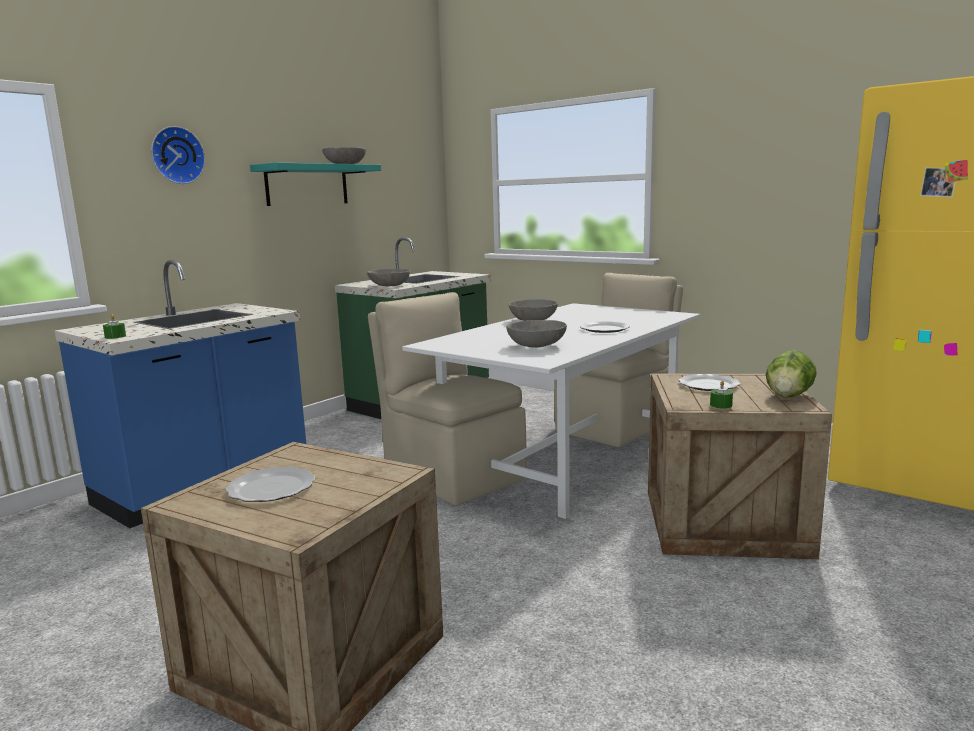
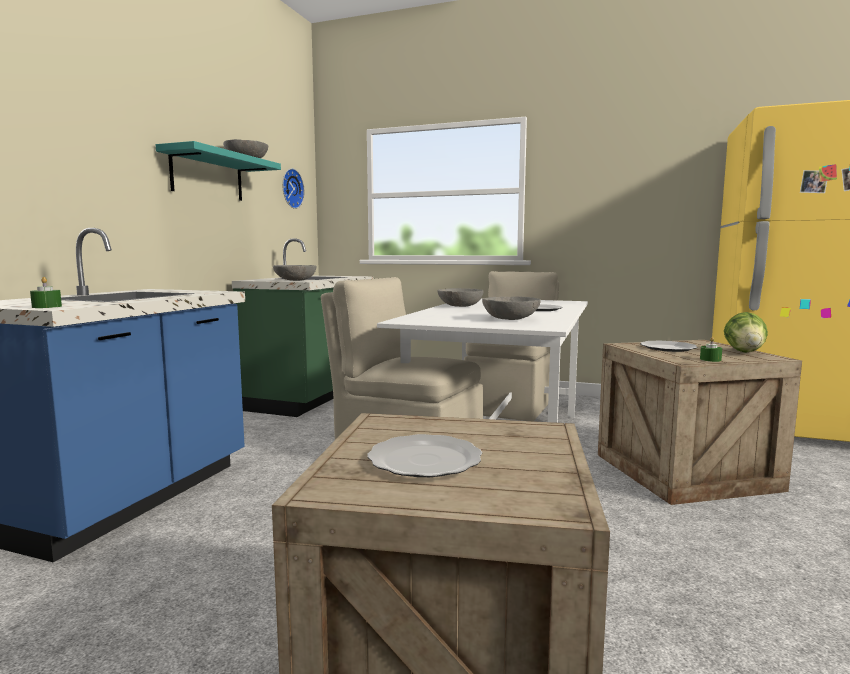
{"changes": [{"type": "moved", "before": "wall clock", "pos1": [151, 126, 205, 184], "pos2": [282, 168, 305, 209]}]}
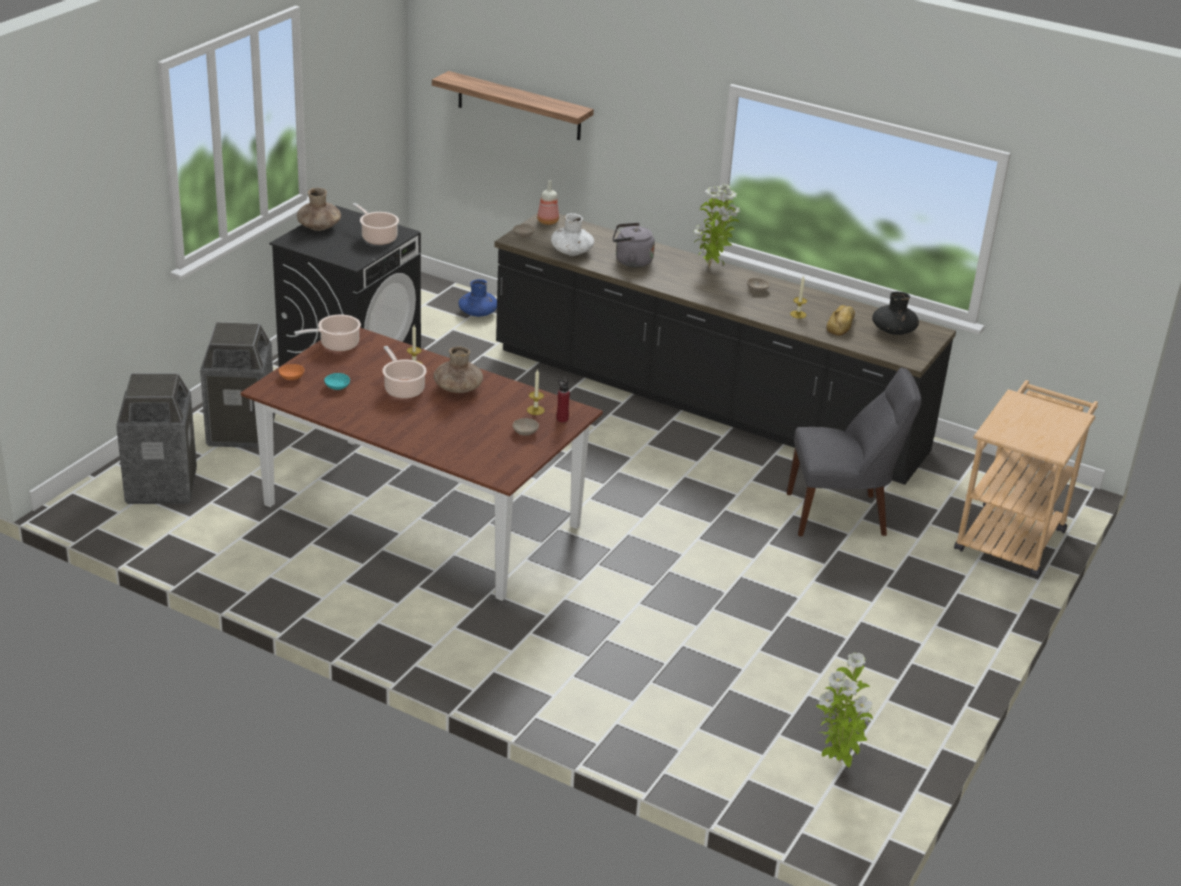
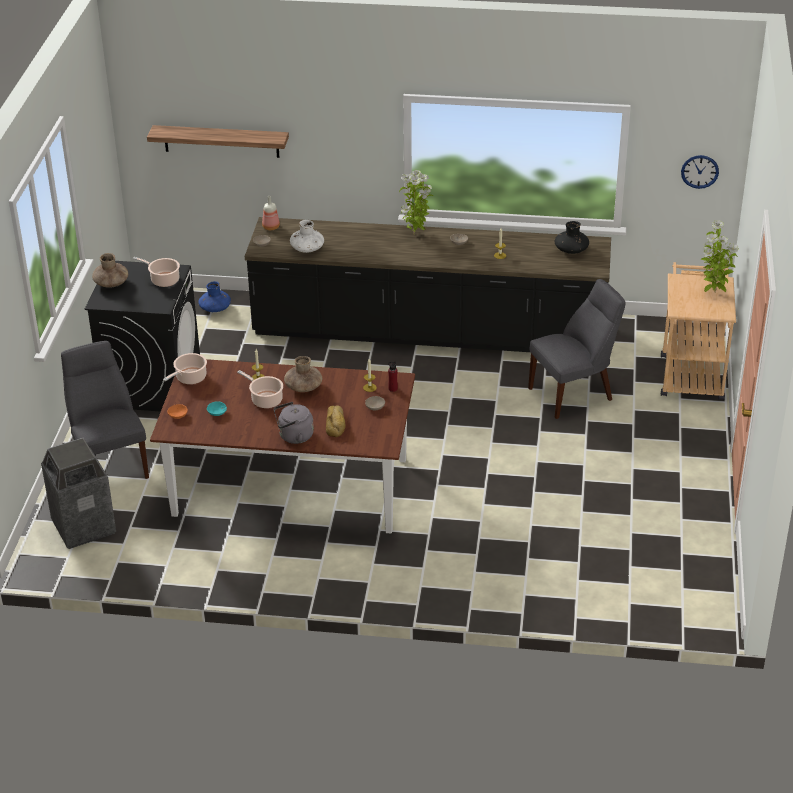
{"changes": [{"type": "moved", "before": "grey kettle", "pos1": [612, 223, 655, 267], "pos2": [274, 402, 314, 444]}, {"type": "moved", "before": "bread", "pos1": [826, 305, 855, 336], "pos2": [326, 405, 345, 437]}, {"type": "replaced", "before": "trash can", "after": "grey chair", "pos1": [200, 322, 275, 448], "pos2": [61, 341, 149, 479]}, {"type": "moved", "before": "potted plant", "pos1": [816, 653, 873, 767], "pos2": [701, 220, 739, 292]}, {"type": "added", "after": "wall clock", "pos2": [681, 155, 719, 189]}]}
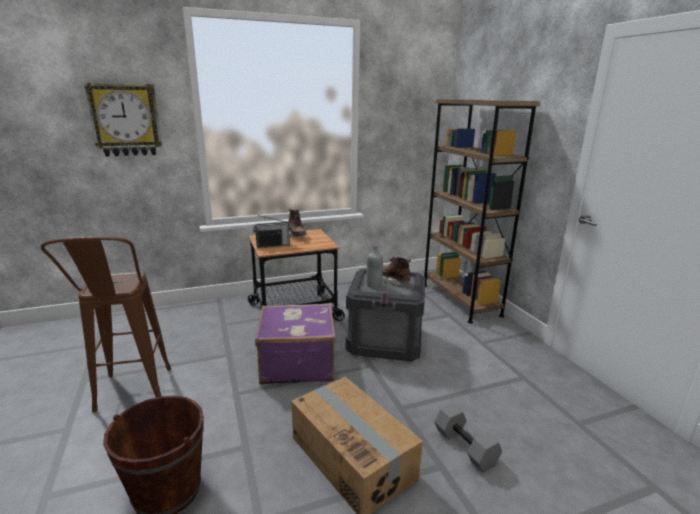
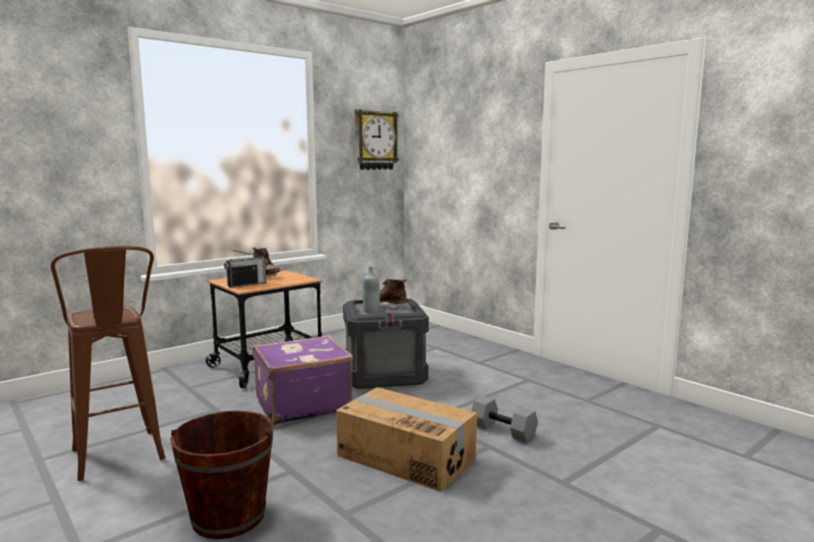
{"changes": [{"type": "moved", "before": "wall clock", "pos1": [84, 83, 162, 156], "pos2": [355, 109, 399, 170]}, {"type": "removed", "before": "brown bookcase", "pos1": [424, 99, 540, 324]}]}
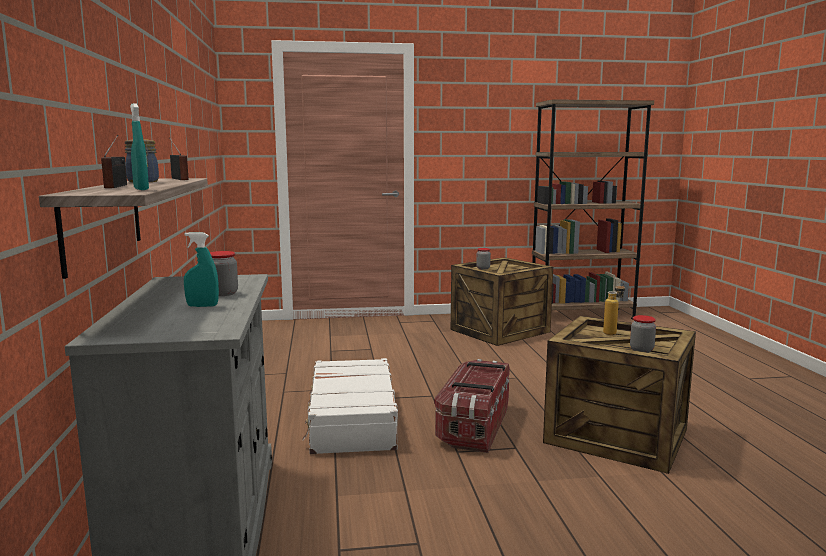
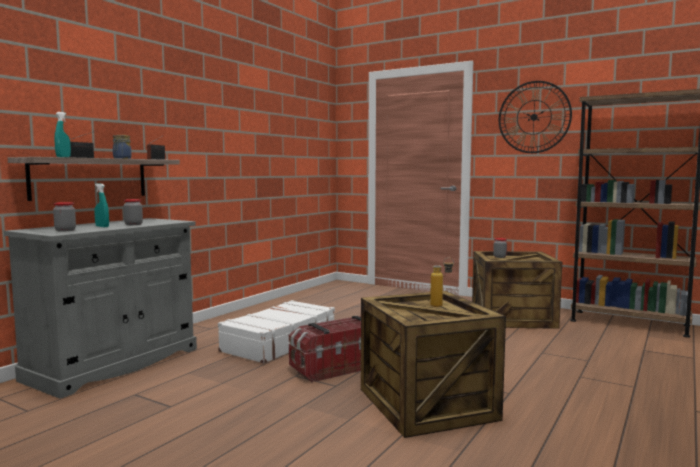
{"changes": [{"type": "moved", "before": "jar", "pos1": [630, 315, 656, 353], "pos2": [53, 202, 76, 232]}, {"type": "added", "after": "wall clock", "pos2": [499, 81, 572, 153]}]}
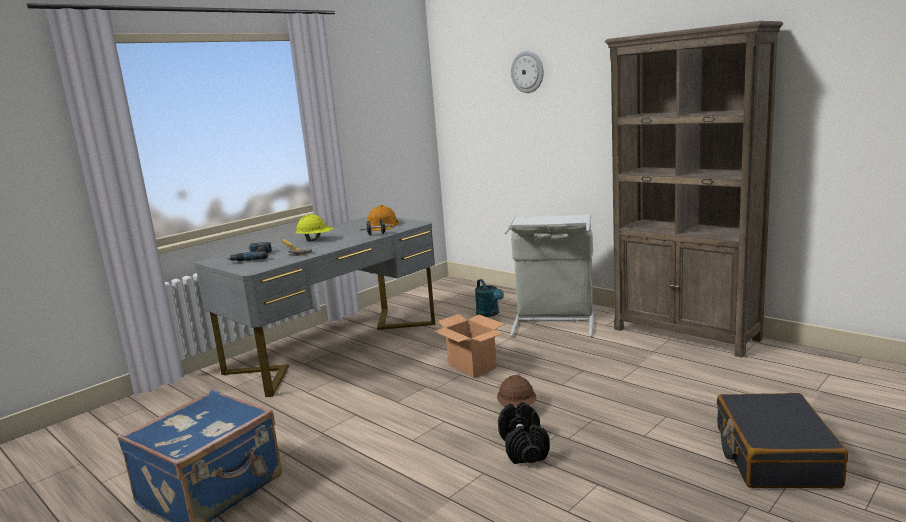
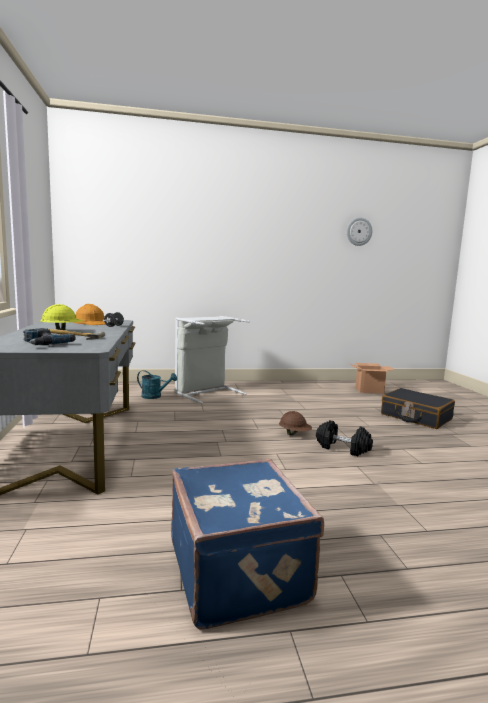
{"changes": [{"type": "removed", "before": "brown bookcase", "pos1": [605, 21, 783, 358]}, {"type": "moved", "before": "wall clock", "pos1": [511, 51, 544, 93], "pos2": [347, 217, 372, 246]}, {"type": "moved", "before": "cardboard box", "pos1": [434, 314, 505, 378], "pos2": [350, 363, 395, 394]}]}
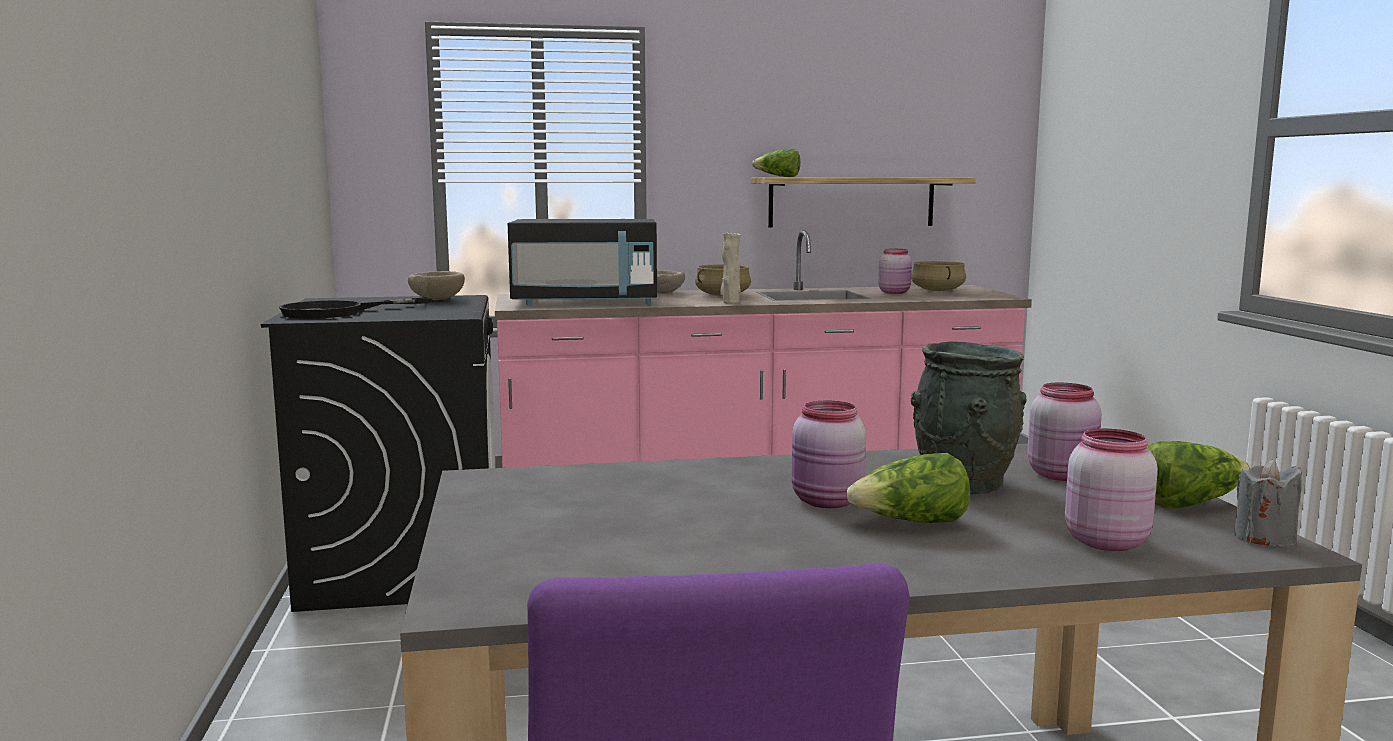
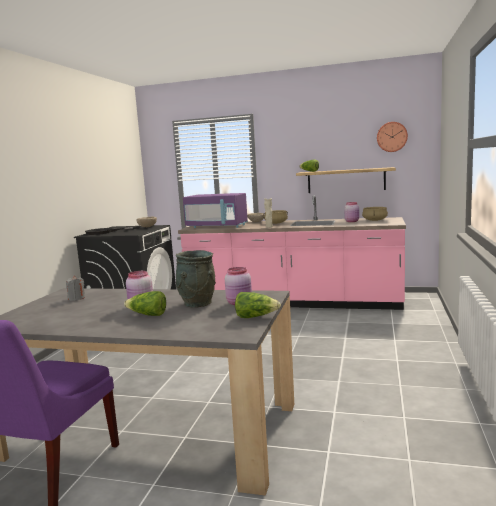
{"changes": [{"type": "recoloured", "before": "black microwave", "after": "purple microwave", "pos1": [508, 219, 657, 305], "pos2": [183, 193, 248, 228]}, {"type": "removed", "before": "pink jar", "pos1": [1065, 429, 1158, 551]}, {"type": "moved", "before": "grey candle", "pos1": [1234, 459, 1302, 546], "pos2": [66, 276, 85, 301]}, {"type": "added", "after": "wall clock", "pos2": [377, 122, 408, 152]}]}
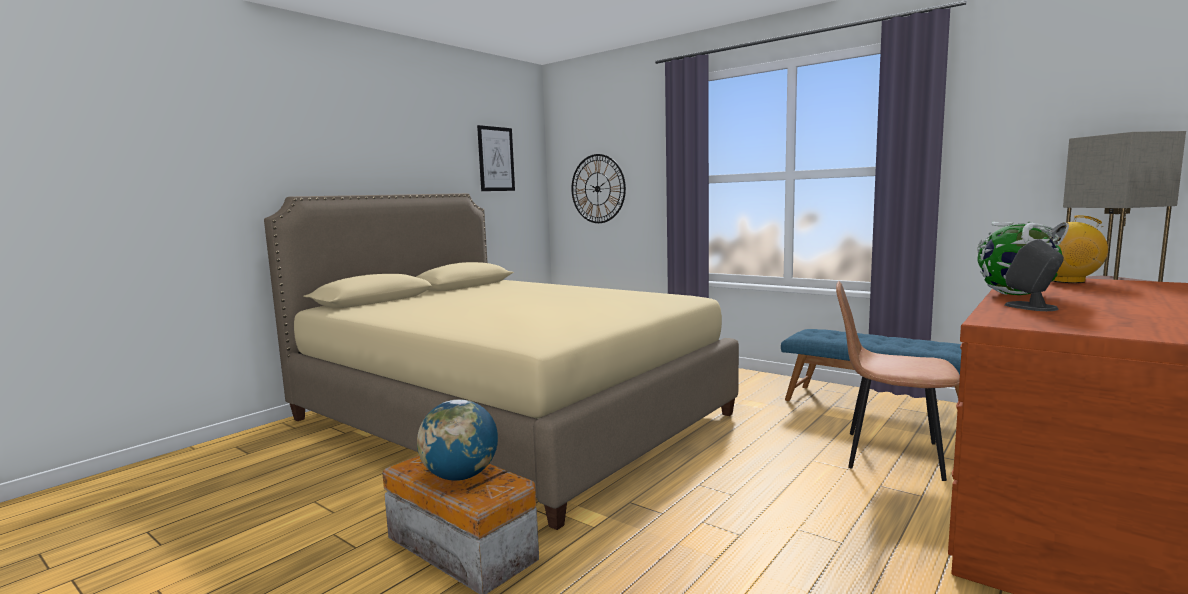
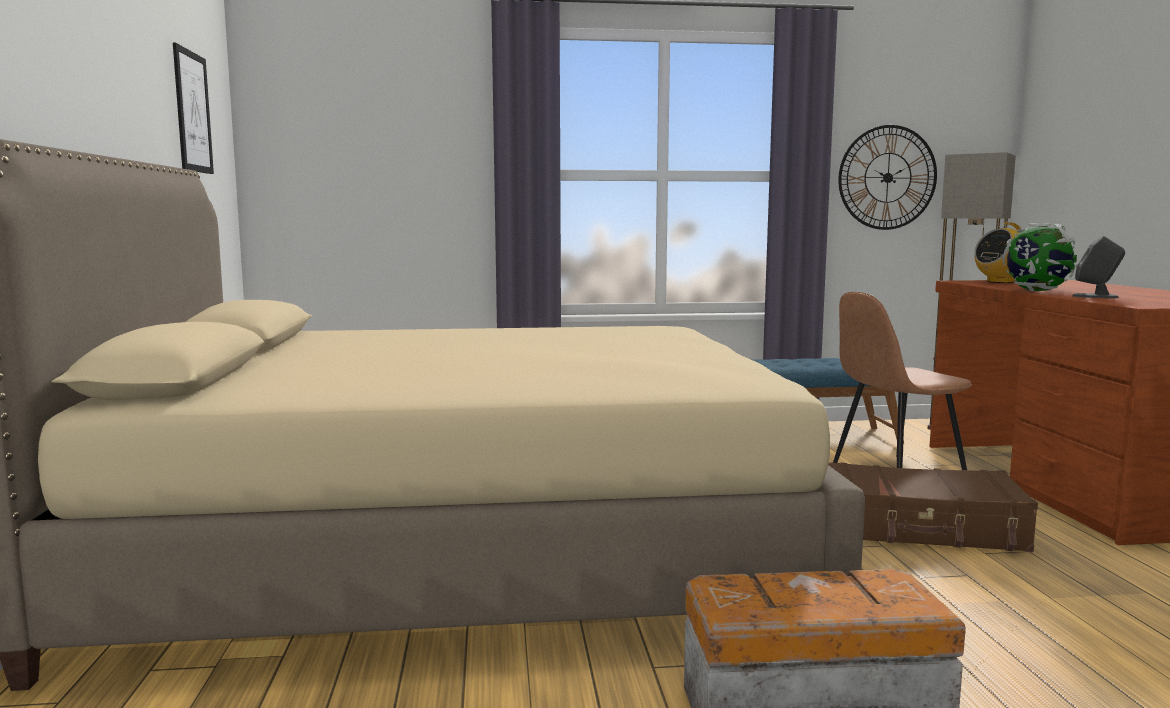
{"changes": [{"type": "moved", "before": "wall clock", "pos1": [571, 154, 626, 223], "pos2": [838, 125, 937, 230]}, {"type": "removed", "before": "globe", "pos1": [417, 399, 498, 481]}, {"type": "added", "after": "brown suitcase", "pos2": [828, 462, 1038, 552]}]}
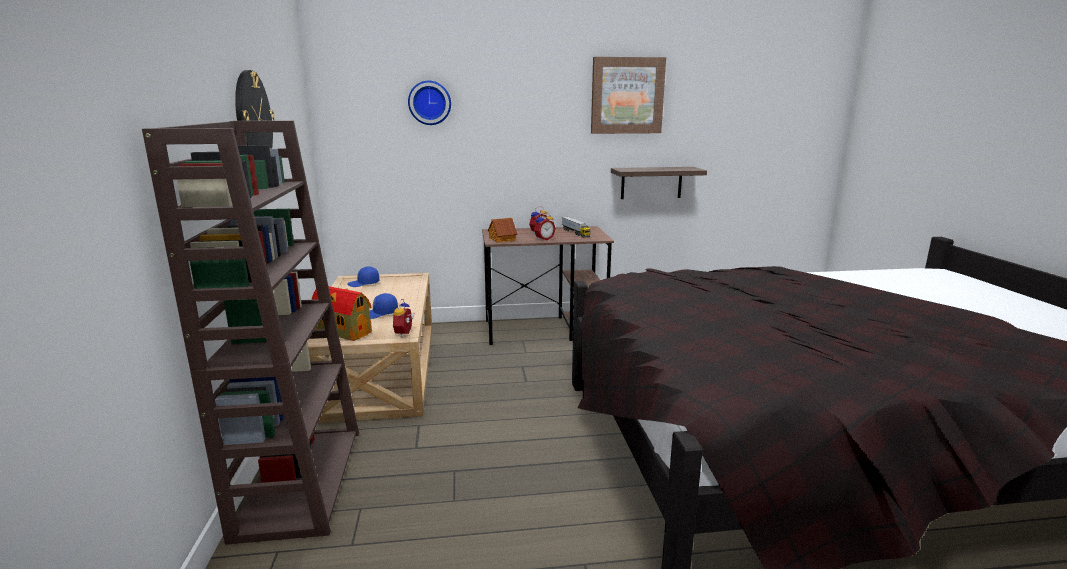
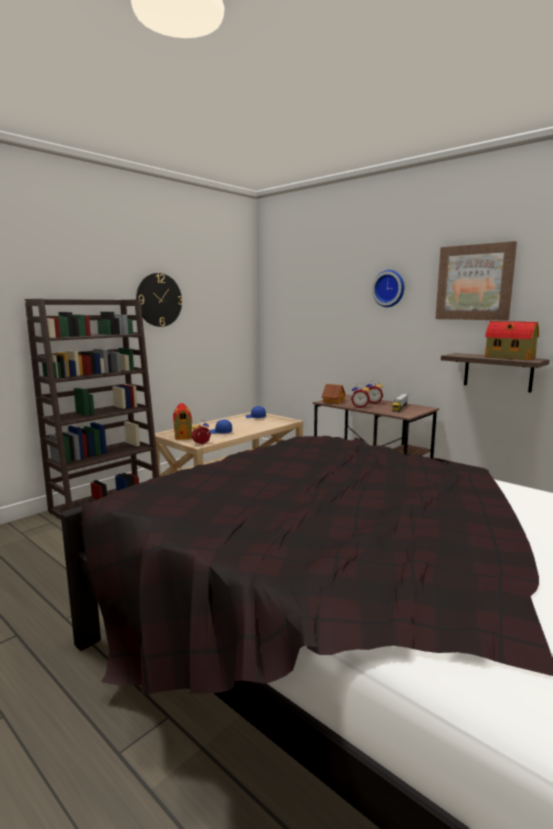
{"changes": [{"type": "moved", "before": "wall clock", "pos1": [408, 81, 451, 125], "pos2": [372, 270, 404, 307]}, {"type": "added", "after": "toy house", "pos2": [485, 321, 539, 360]}]}
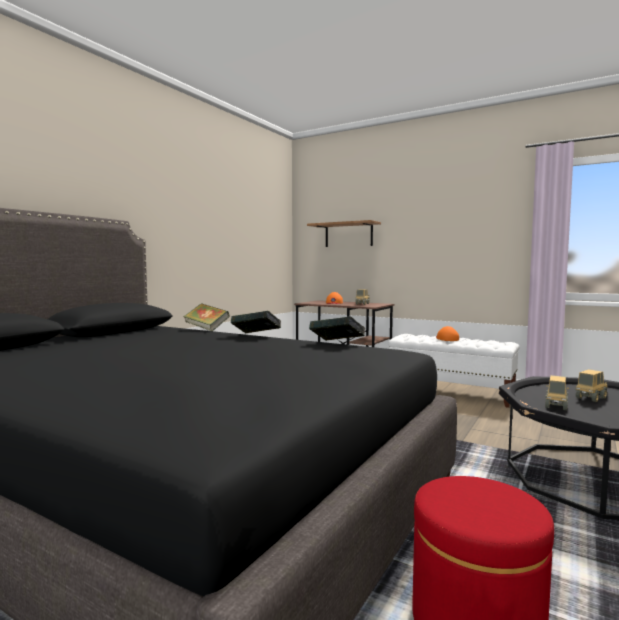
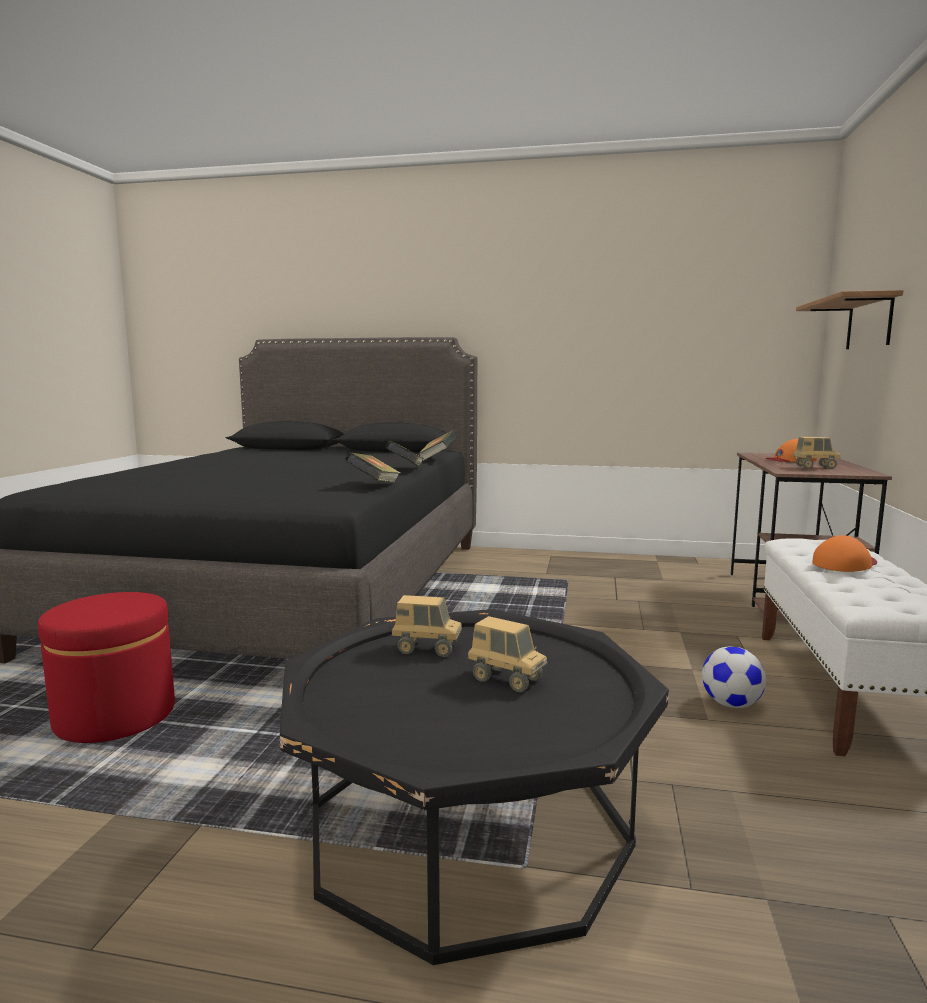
{"changes": [{"type": "added", "after": "football", "pos2": [702, 647, 766, 708]}]}
